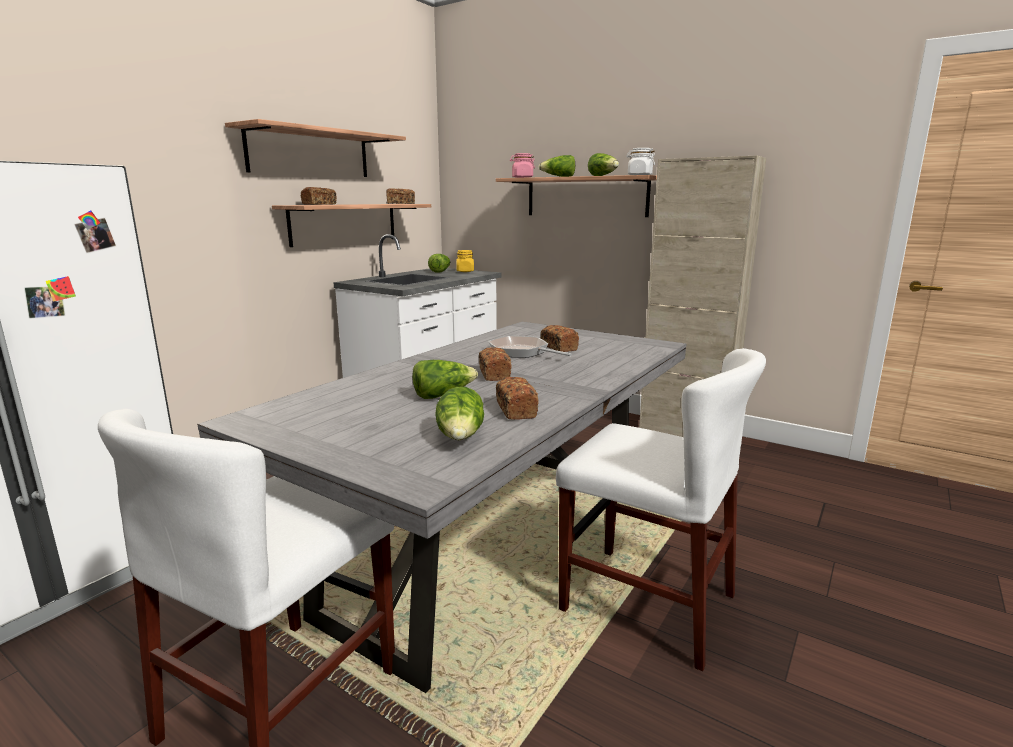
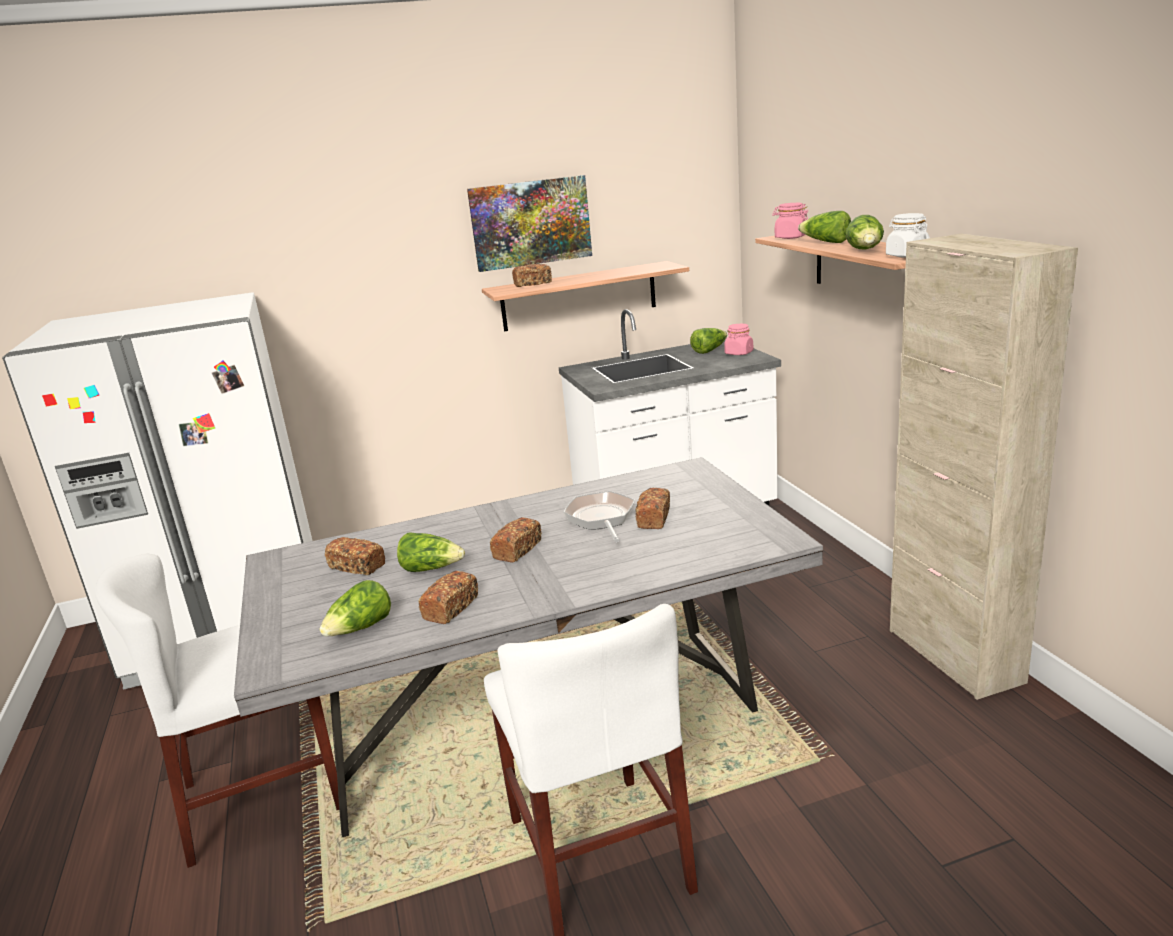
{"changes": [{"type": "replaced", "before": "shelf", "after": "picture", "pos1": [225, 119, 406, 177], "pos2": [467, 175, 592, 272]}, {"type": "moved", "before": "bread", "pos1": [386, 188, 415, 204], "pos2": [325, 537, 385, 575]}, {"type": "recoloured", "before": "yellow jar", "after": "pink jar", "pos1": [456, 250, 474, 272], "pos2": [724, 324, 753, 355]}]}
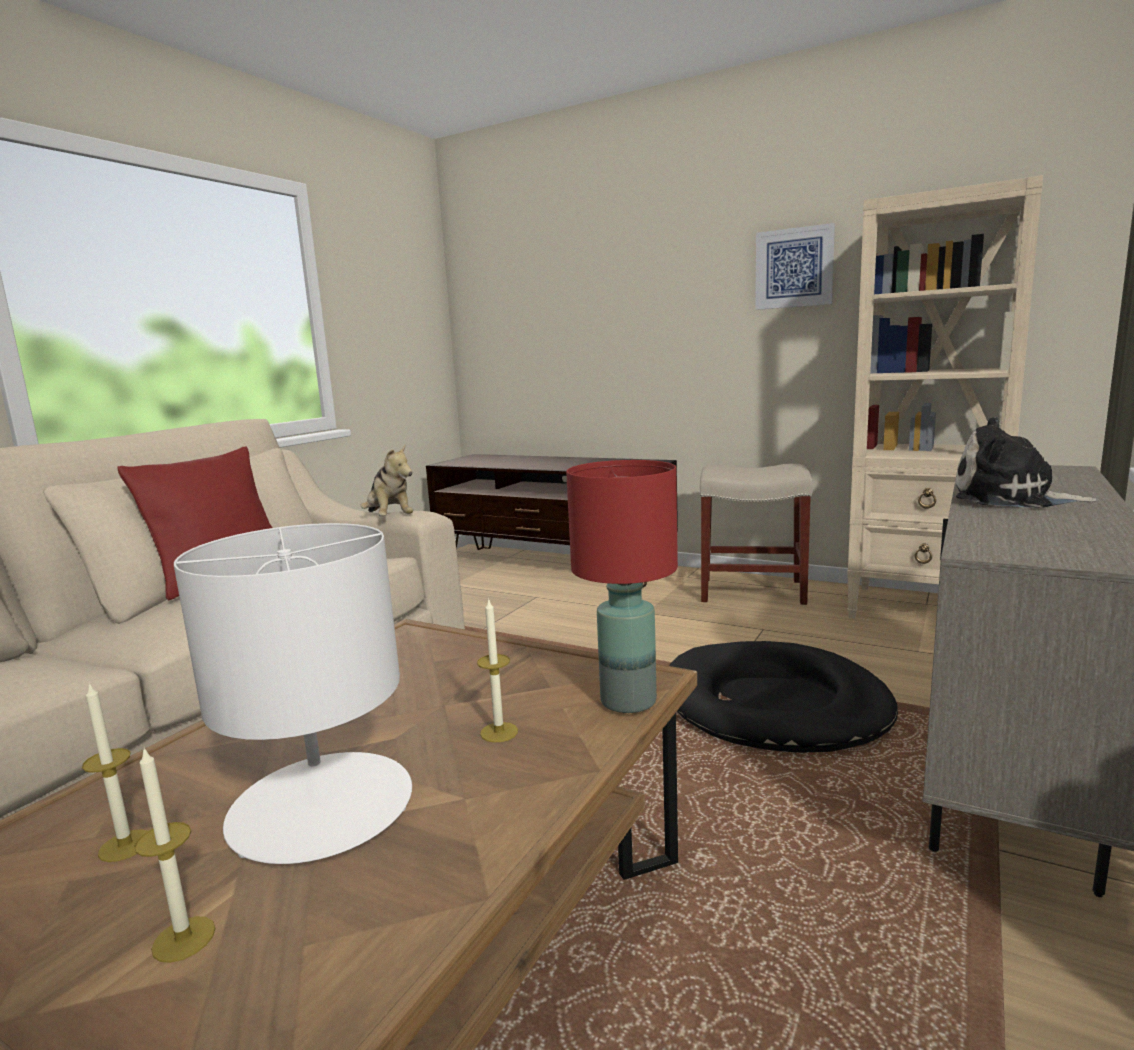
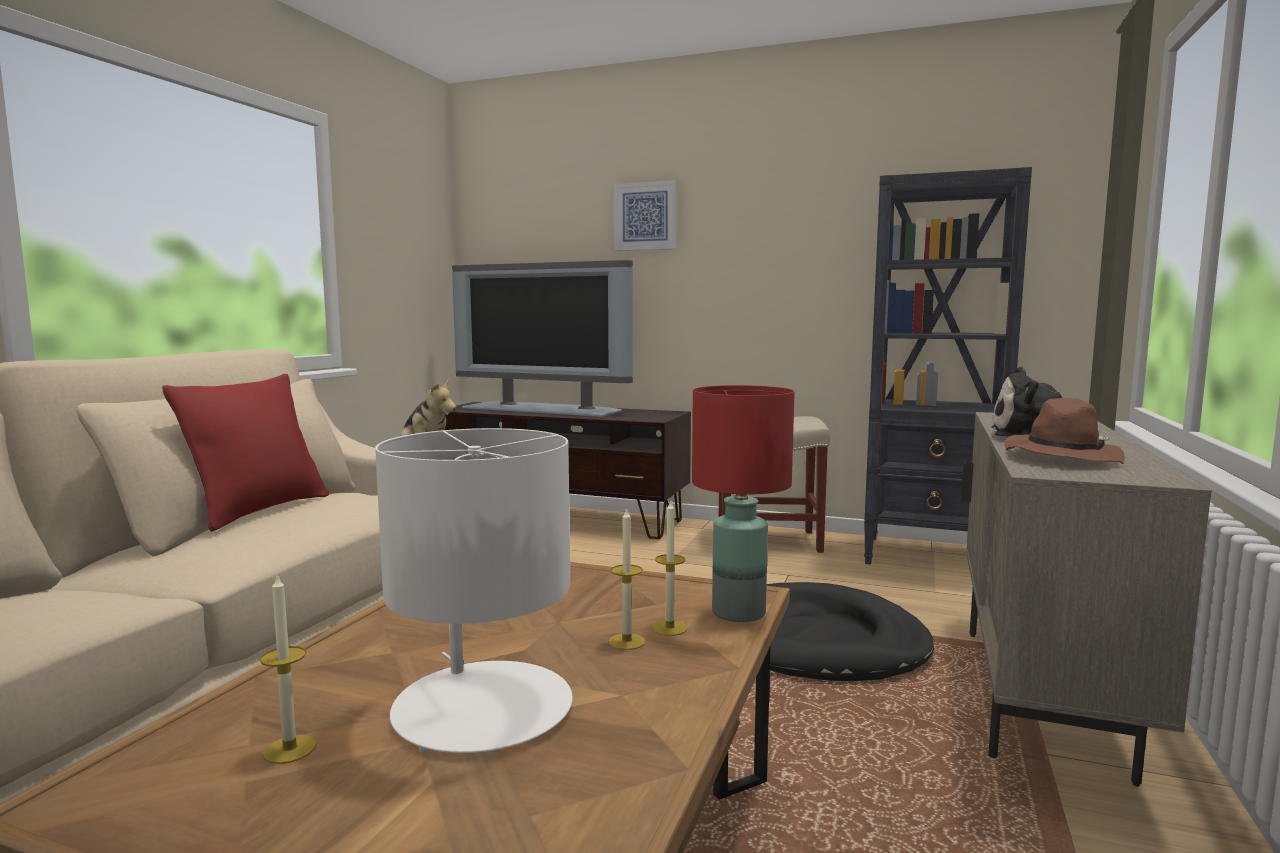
{"changes": [{"type": "recoloured", "before": "beige bookcase", "after": "black bookcase", "pos1": [847, 175, 1043, 619], "pos2": [864, 167, 1032, 565]}, {"type": "moved", "before": "picture", "pos1": [755, 223, 835, 310], "pos2": [614, 180, 677, 251]}, {"type": "moved", "before": "candle", "pos1": [134, 747, 215, 963], "pos2": [652, 500, 687, 636]}, {"type": "added", "after": "television", "pos2": [452, 260, 633, 417]}, {"type": "added", "after": "brown hat", "pos2": [1004, 398, 1125, 464]}]}
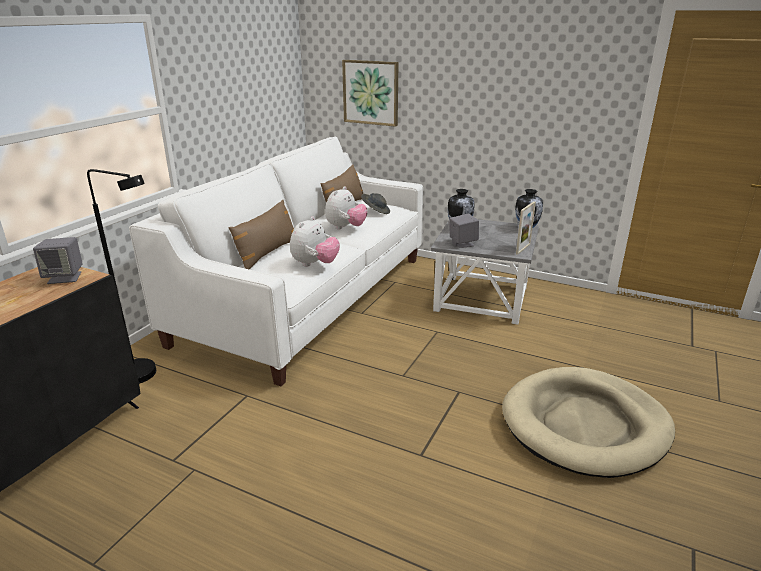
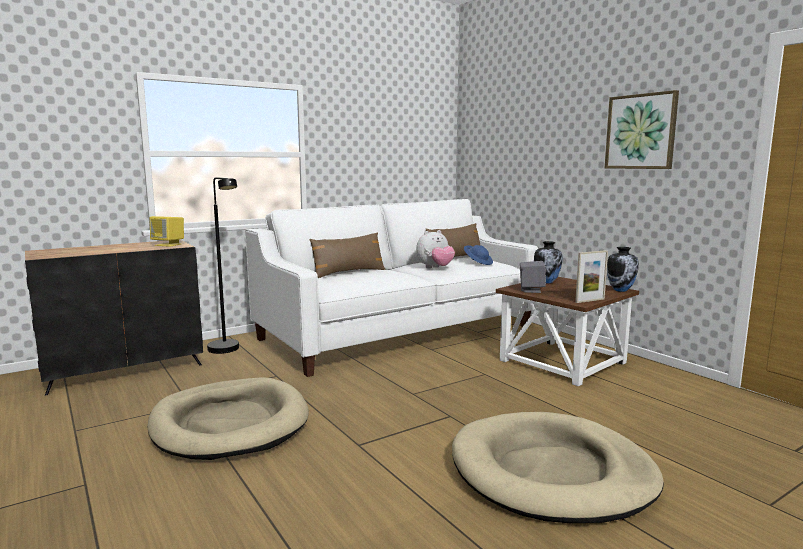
{"changes": [{"type": "moved", "before": "picture", "pos1": [342, 60, 399, 127], "pos2": [605, 90, 679, 169]}, {"type": "recoloured", "before": "grey hat", "after": "blue hat", "pos1": [361, 193, 390, 214], "pos2": [464, 245, 493, 265]}, {"type": "removed", "before": "plush toy", "pos1": [290, 217, 340, 267]}, {"type": "recoloured", "before": "grey side table", "after": "brown side table", "pos1": [431, 219, 539, 324], "pos2": [496, 277, 639, 386]}, {"type": "recoloured", "before": "grey speaker", "after": "yellow speaker", "pos1": [33, 237, 83, 284], "pos2": [150, 216, 184, 247]}, {"type": "added", "after": "beige dog bed", "pos2": [147, 377, 309, 460]}]}
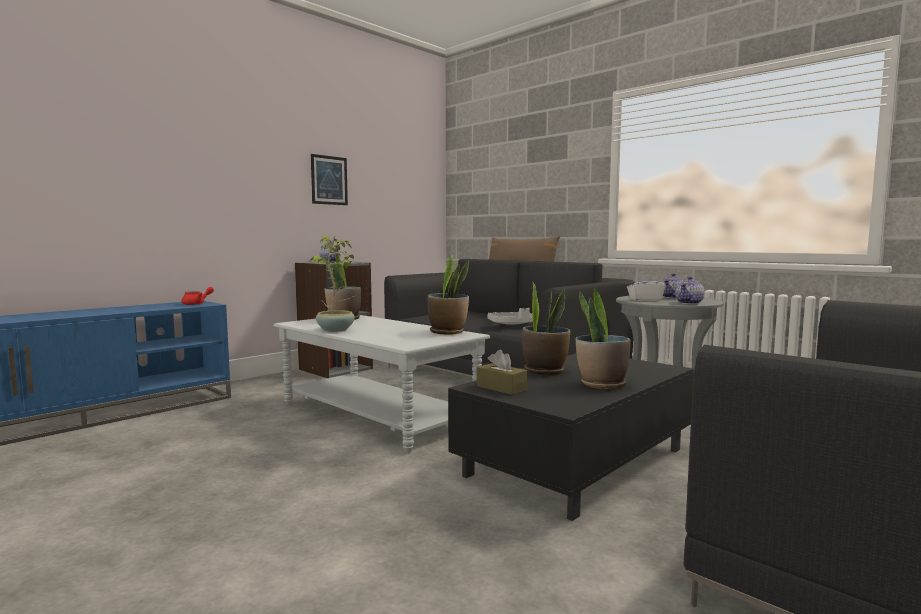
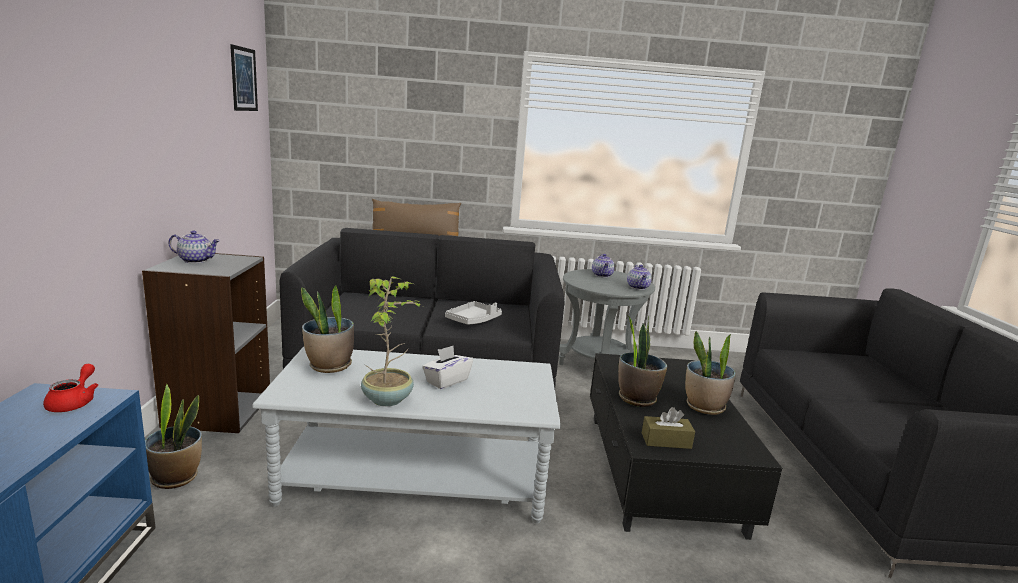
{"changes": [{"type": "moved", "before": "picture", "pos1": [311, 154, 348, 205], "pos2": [230, 44, 258, 111]}, {"type": "moved", "before": "potted plant", "pos1": [428, 255, 469, 335], "pos2": [145, 384, 202, 489]}, {"type": "moved", "before": "white tissue box", "pos1": [627, 275, 666, 301], "pos2": [422, 346, 473, 389]}]}
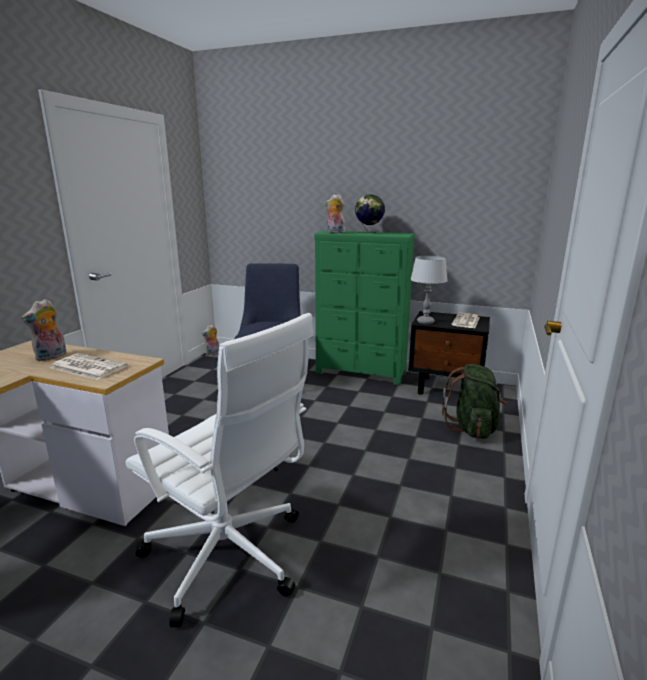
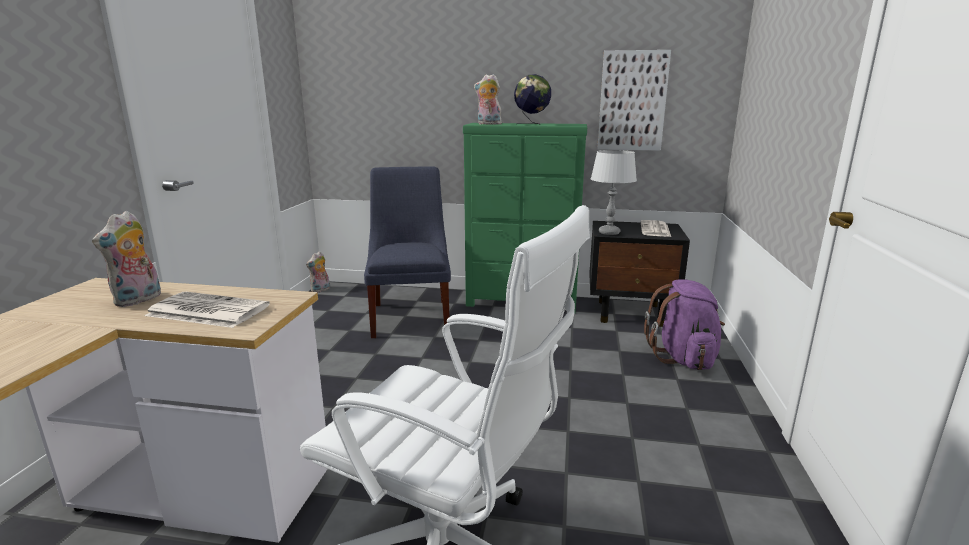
{"changes": [{"type": "recoloured", "before": "green backpack", "after": "purple backpack", "pos1": [442, 364, 507, 439], "pos2": [644, 279, 725, 370]}, {"type": "added", "after": "picture", "pos2": [597, 50, 671, 151]}]}
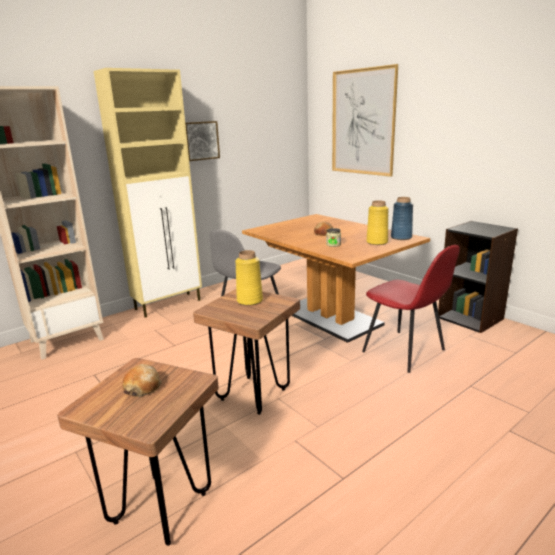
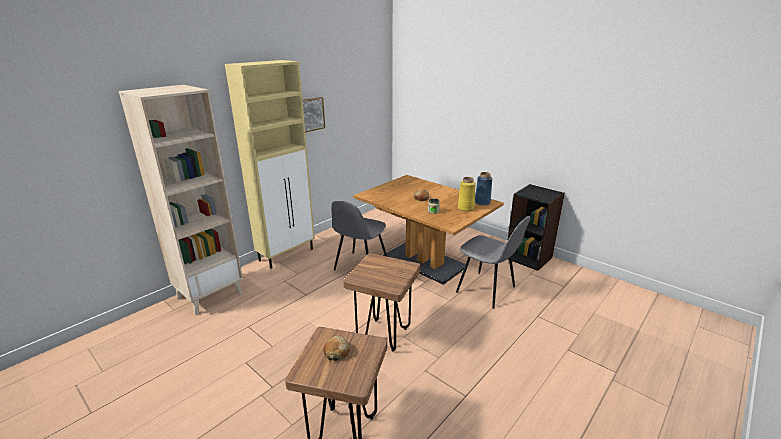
{"changes": [{"type": "removed", "before": "picture", "pos1": [332, 64, 398, 177]}, {"type": "recoloured", "before": "red chair", "after": "grey chair", "pos1": [362, 245, 460, 373], "pos2": [456, 216, 531, 308]}, {"type": "removed", "before": "yellow vase", "pos1": [235, 250, 263, 306]}]}
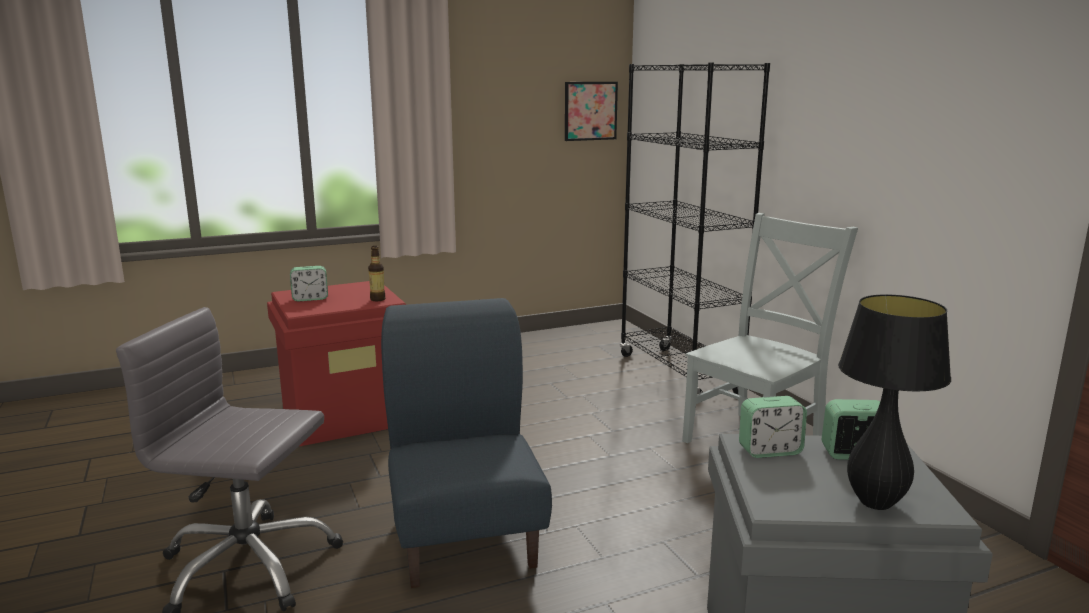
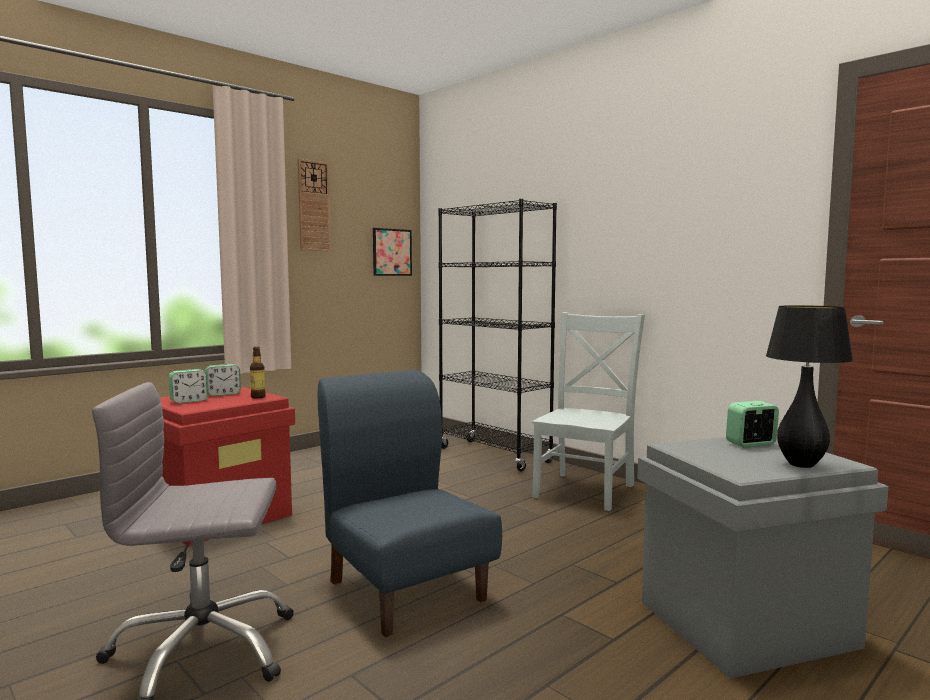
{"changes": [{"type": "moved", "before": "alarm clock", "pos1": [739, 396, 807, 458], "pos2": [205, 364, 241, 396]}, {"type": "added", "after": "wall clock", "pos2": [298, 159, 331, 251]}]}
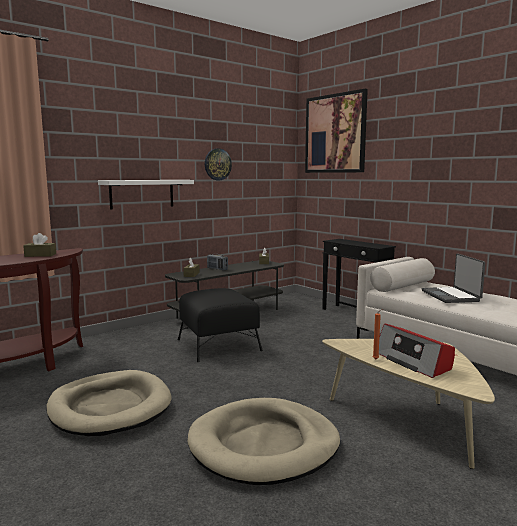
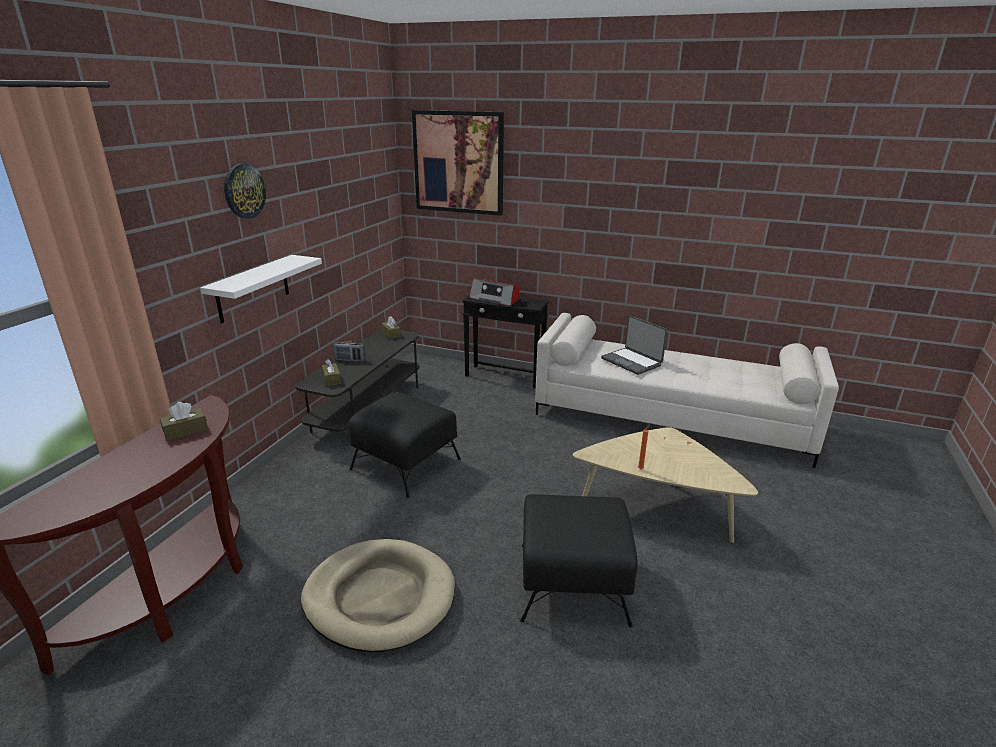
{"changes": [{"type": "moved", "before": "wall clock", "pos1": [205, 148, 232, 180], "pos2": [224, 164, 266, 219]}, {"type": "moved", "before": "radio", "pos1": [379, 324, 455, 378], "pos2": [469, 278, 519, 306]}, {"type": "replaced", "before": "beige dog bed", "after": "black ottoman", "pos1": [188, 398, 340, 485], "pos2": [520, 494, 637, 627]}]}
